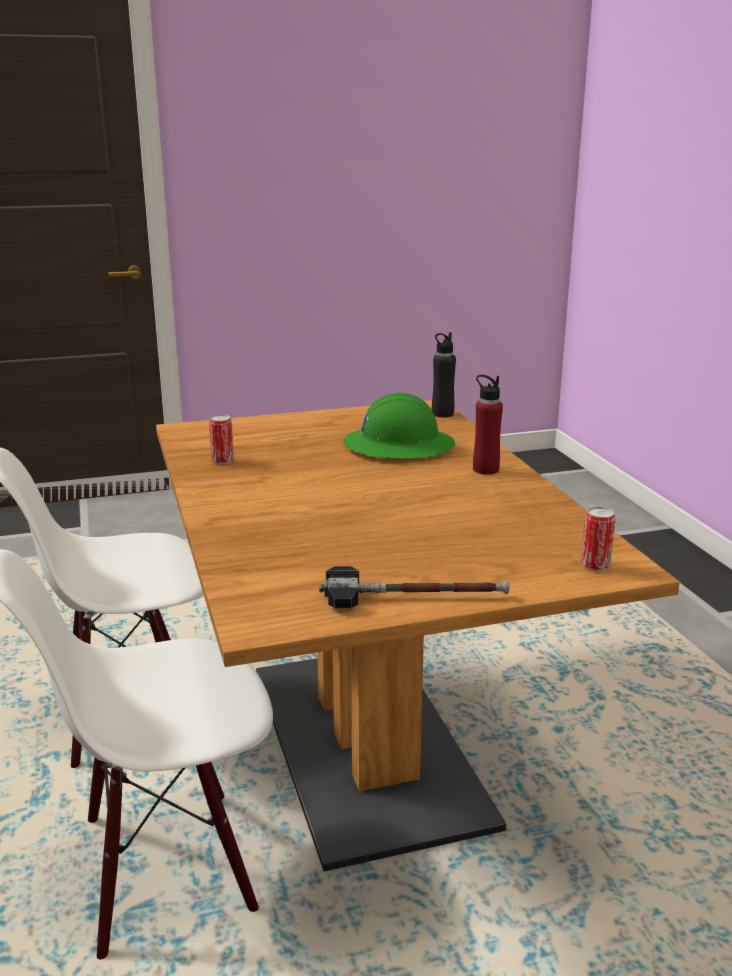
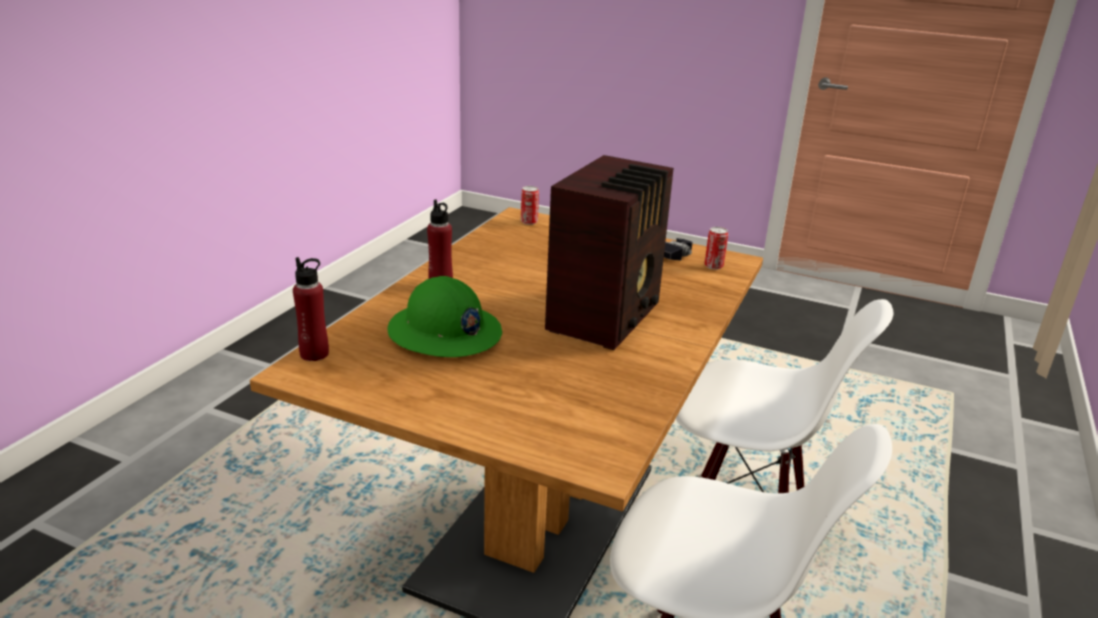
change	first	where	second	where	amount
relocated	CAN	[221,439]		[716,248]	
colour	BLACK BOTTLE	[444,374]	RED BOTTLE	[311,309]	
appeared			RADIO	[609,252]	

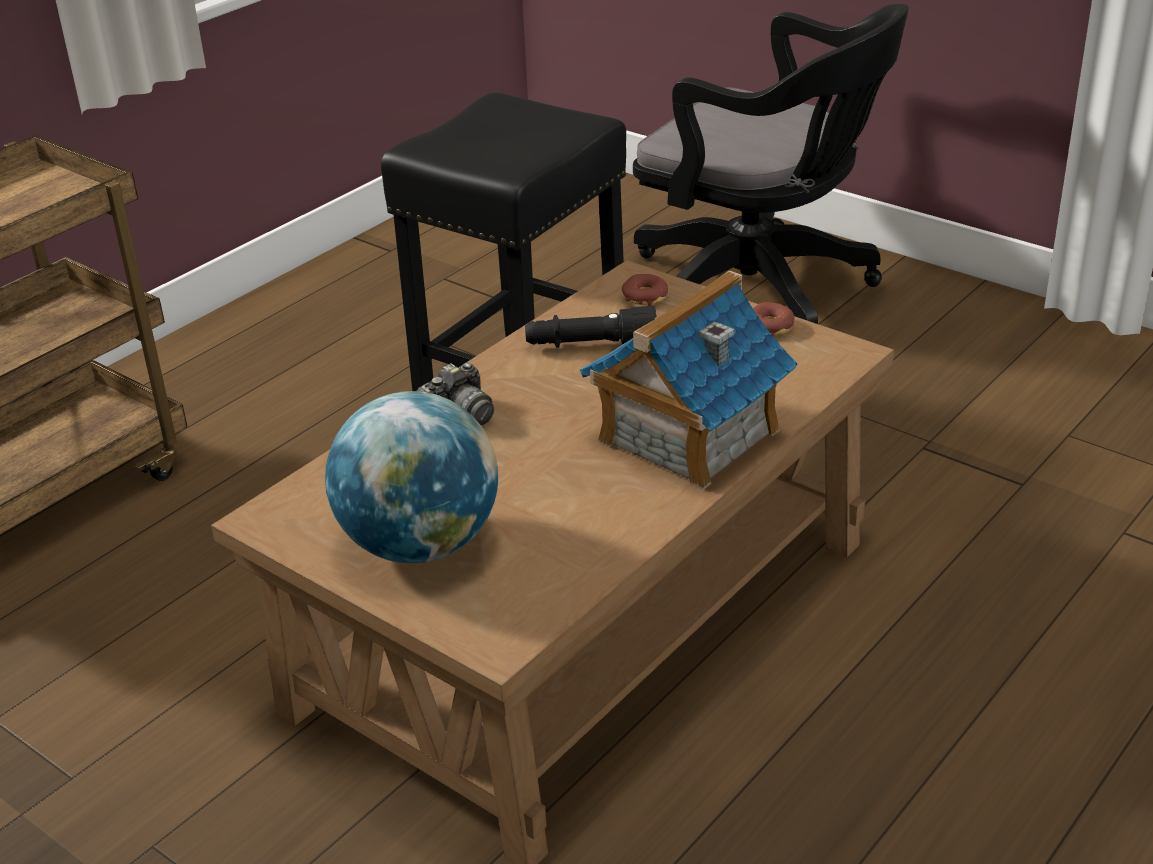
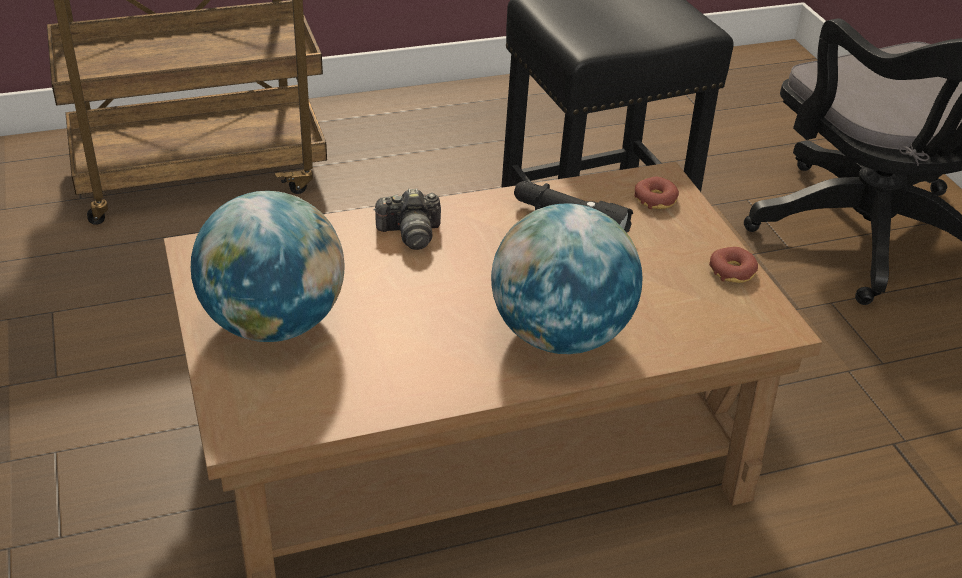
change	first	where	second	where	amount
exchanged	TOY HOUSE	[689,380]	GLOBE	[566,278]	

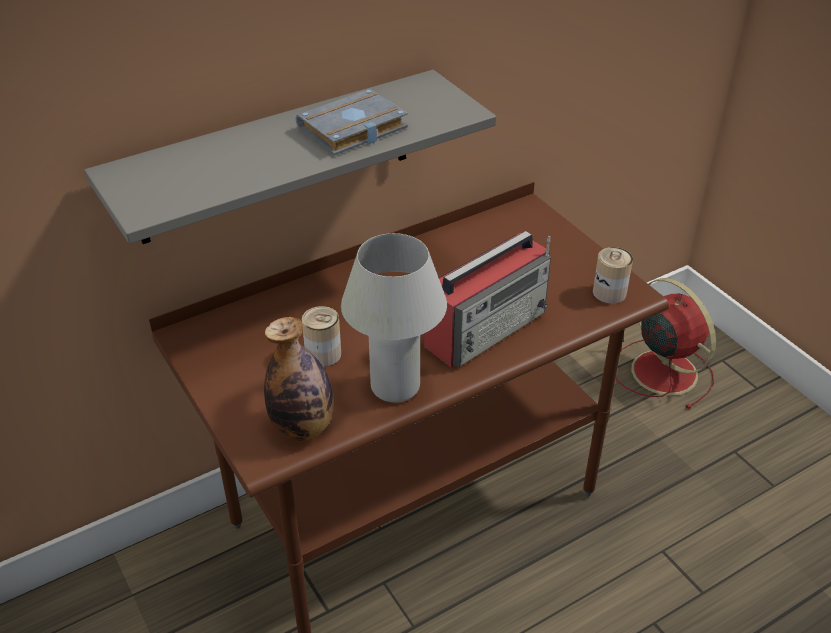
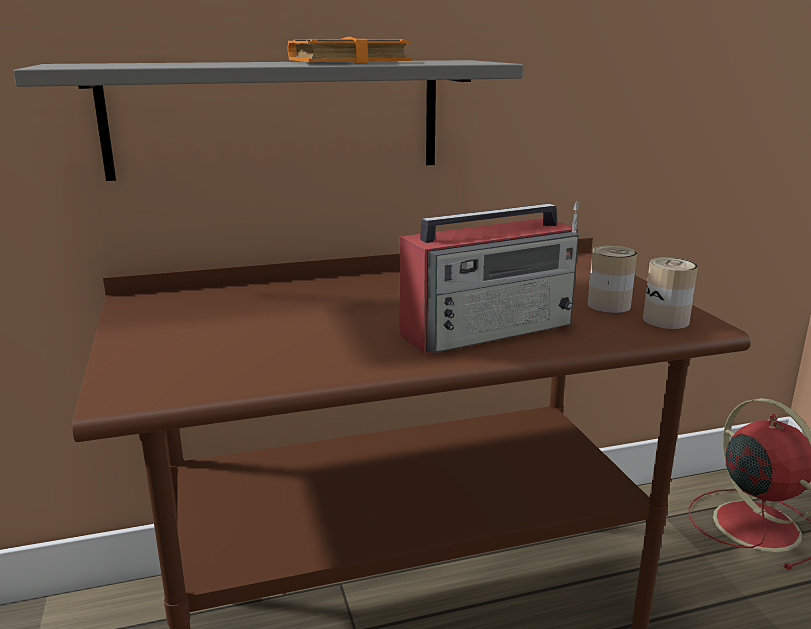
change	first	where	second	where	amount
missing	BOTTLE	[298,379]			
colour	GREY BOOK	[352,122]	ORANGE BOOK	[349,50]	
relocated	CAN	[321,336]		[612,279]	
missing	WHITE TABLE LAMP	[394,318]			

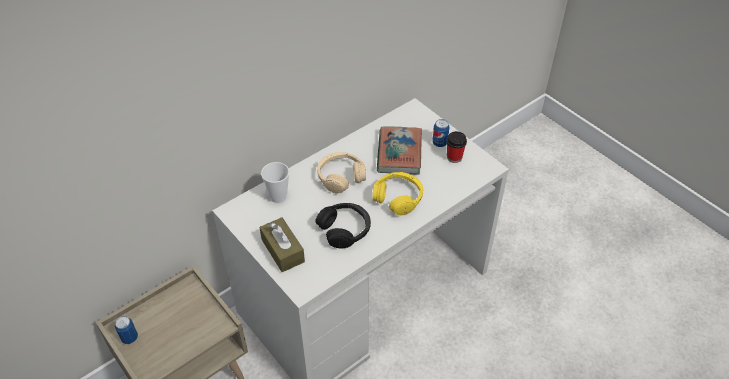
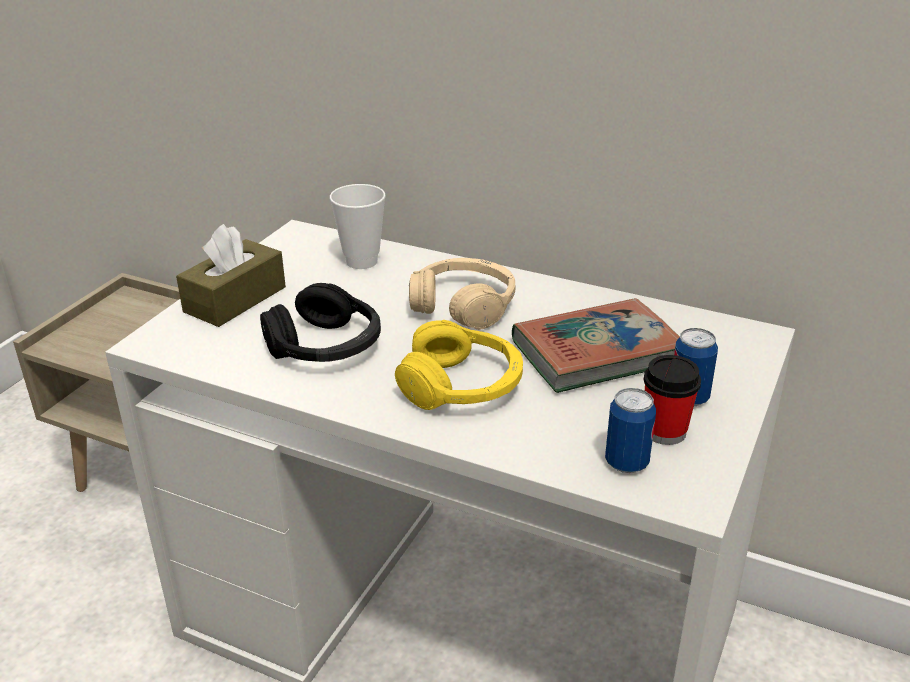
change	first	where	second	where	amount
relocated	CAN	[126,330]		[630,430]	

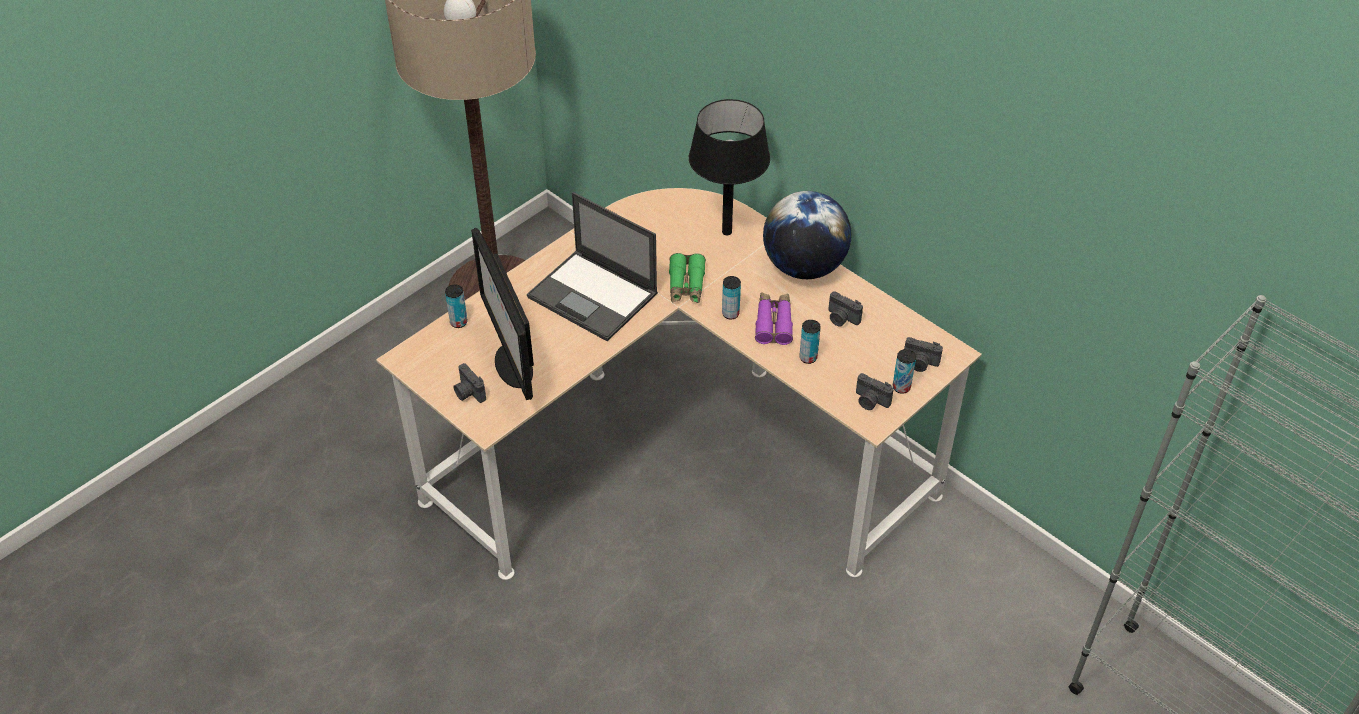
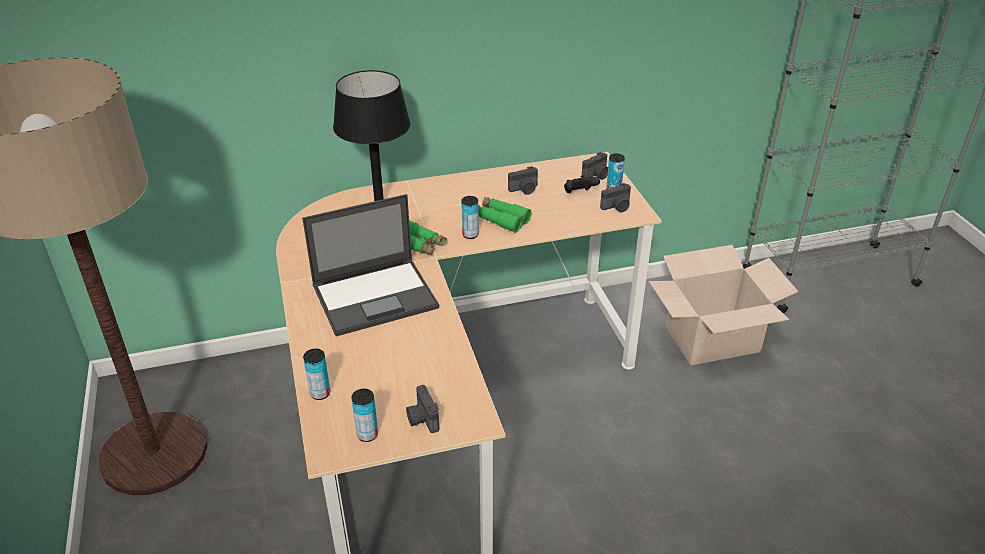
change	first	where	second	where	amount
spun	PHOTO CAMERA	[469,383]		[422,409]	75 degrees clockwise
missing	MONITOR	[502,314]			
colour	PURPLE BINOCULARS	[774,318]	GREEN BINOCULARS	[504,215]	
missing	GLOBE	[807,235]			
relocated	CAN	[810,342]		[364,415]	
appeared			BLACK GAME CONTROLLER	[582,184]	
appeared			CARDBOARD BOX	[724,305]	

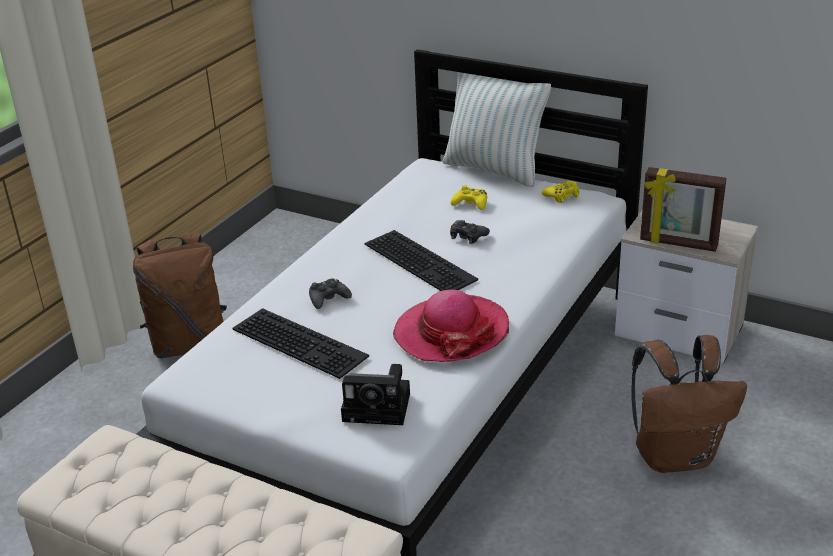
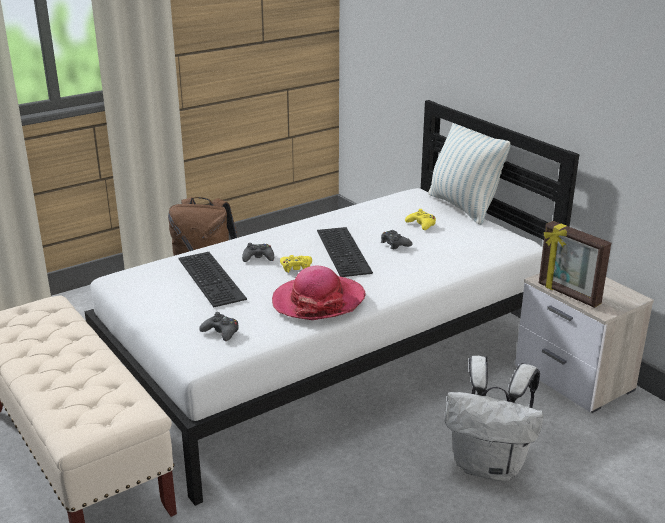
change	first	where	second	where	amount
exchanged	PHOTO CAMERA	[375,394]	BLACK GAME CONTROLLER	[219,326]	
relocated	YELLOW GAME CONTROLLER	[561,192]		[296,264]	
colour	BROWN BACKPACK	[689,404]	WHITE BACKPACK	[494,418]	

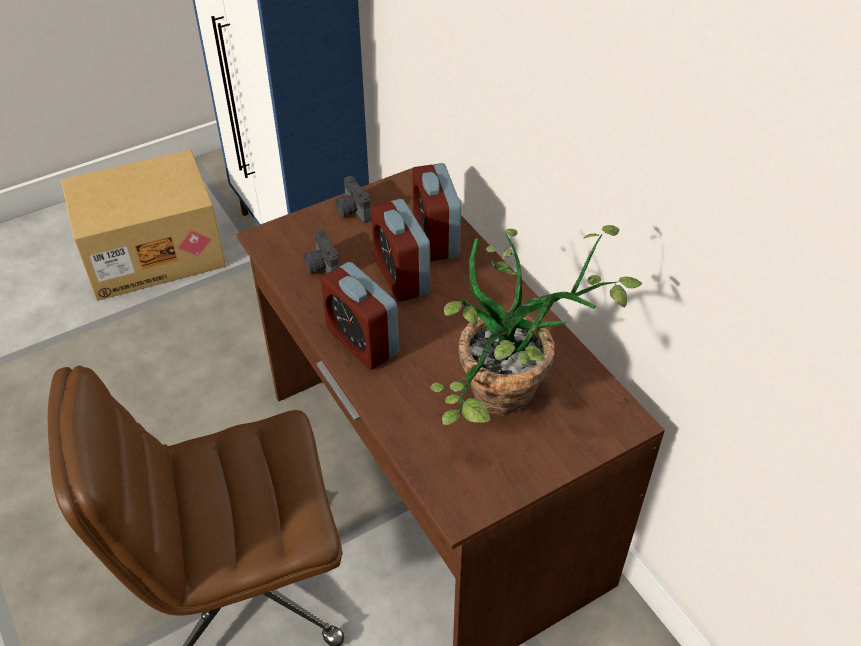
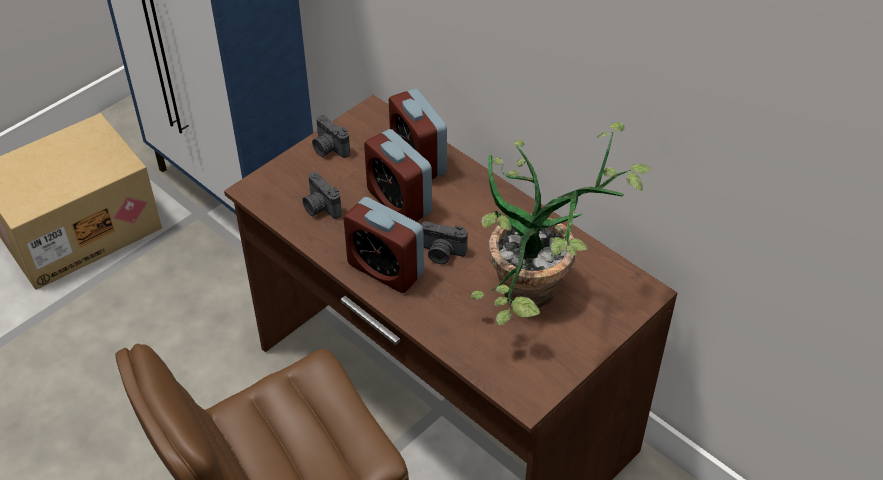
change	first	where	second	where	amount
appeared			PHOTO CAMERA	[445,242]	

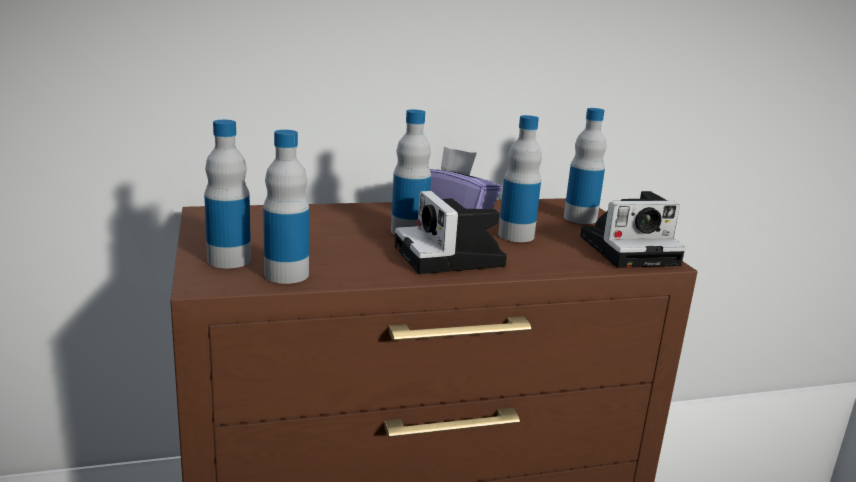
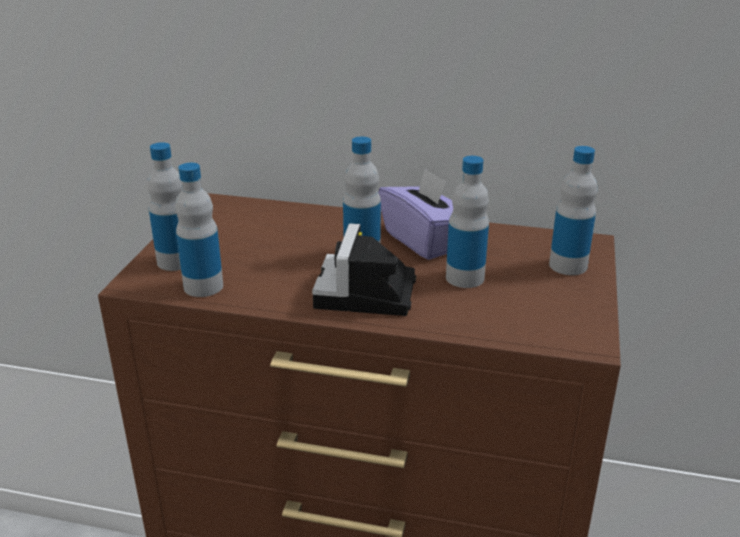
change	first	where	second	where	amount
missing	PHOTO CAMERA	[633,229]			

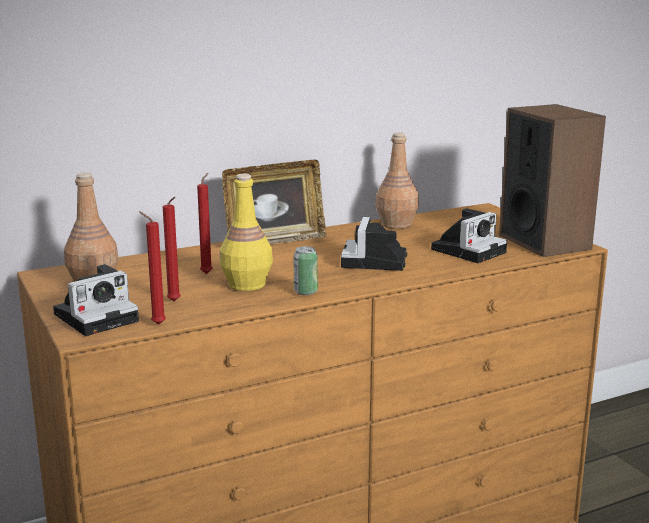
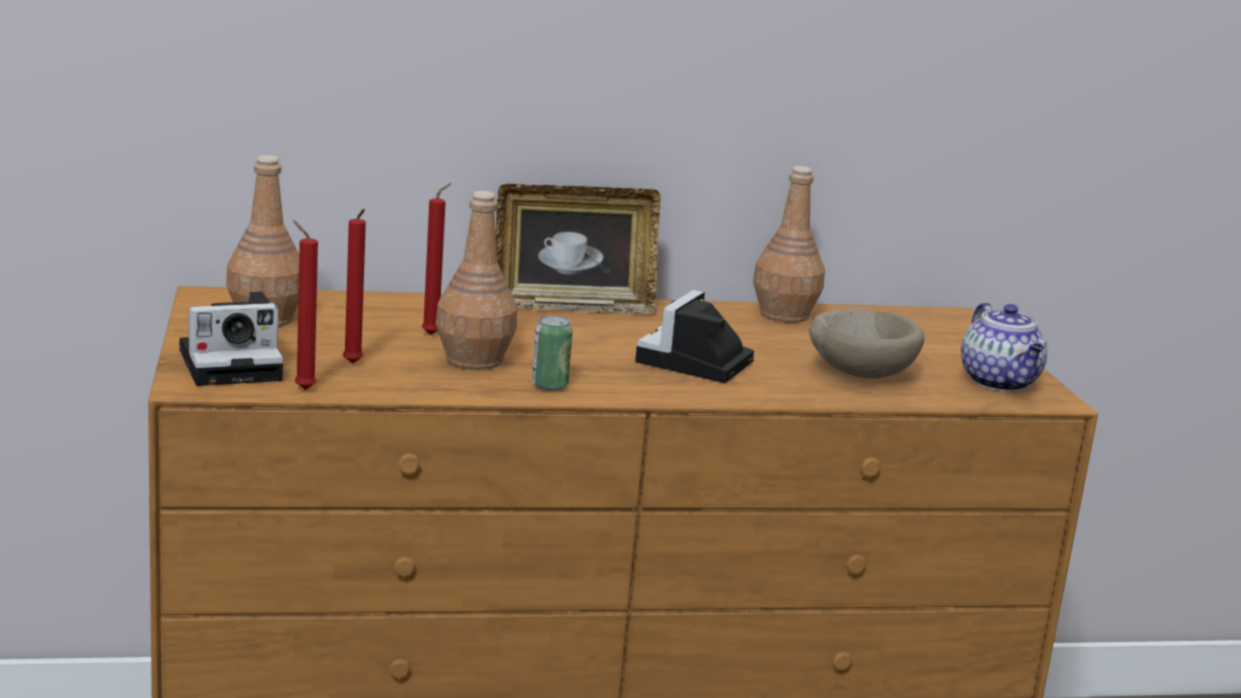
change	first	where	second	where	amount
colour	YELLOW BOTTLE	[246,232]	BROWN BOTTLE	[476,280]	
exchanged	PHOTO CAMERA	[469,235]	BEIGE BOWL	[867,343]	
exchanged	SPEAKER	[552,180]	TEAPOT	[1004,347]	

